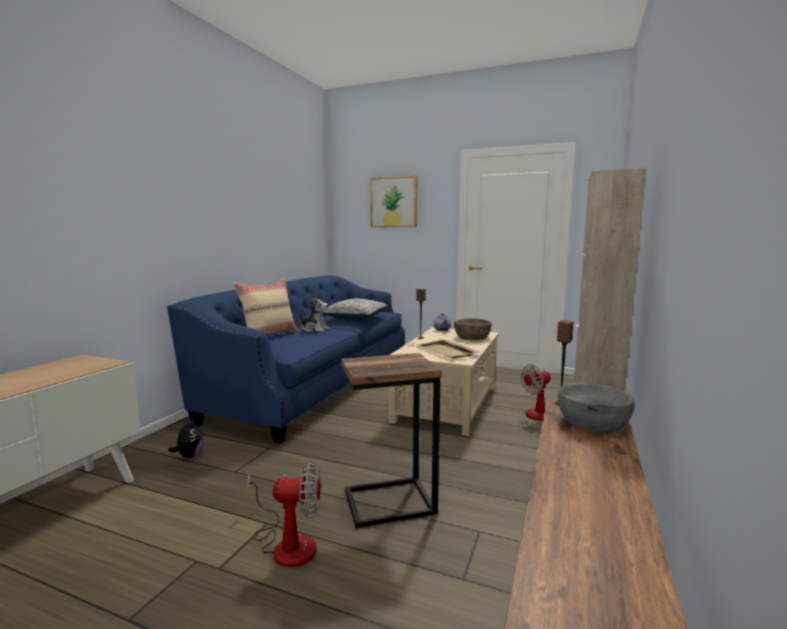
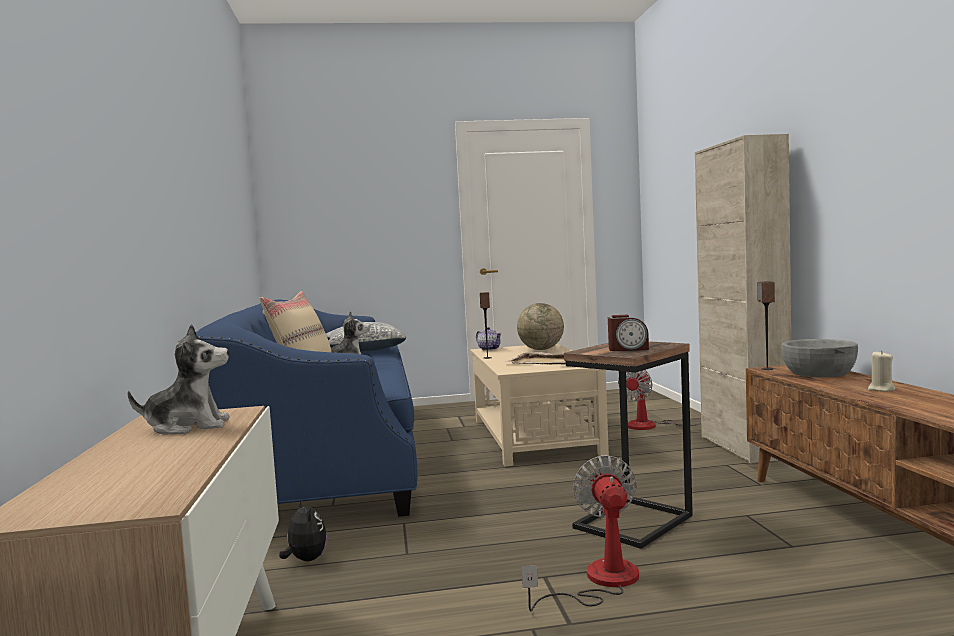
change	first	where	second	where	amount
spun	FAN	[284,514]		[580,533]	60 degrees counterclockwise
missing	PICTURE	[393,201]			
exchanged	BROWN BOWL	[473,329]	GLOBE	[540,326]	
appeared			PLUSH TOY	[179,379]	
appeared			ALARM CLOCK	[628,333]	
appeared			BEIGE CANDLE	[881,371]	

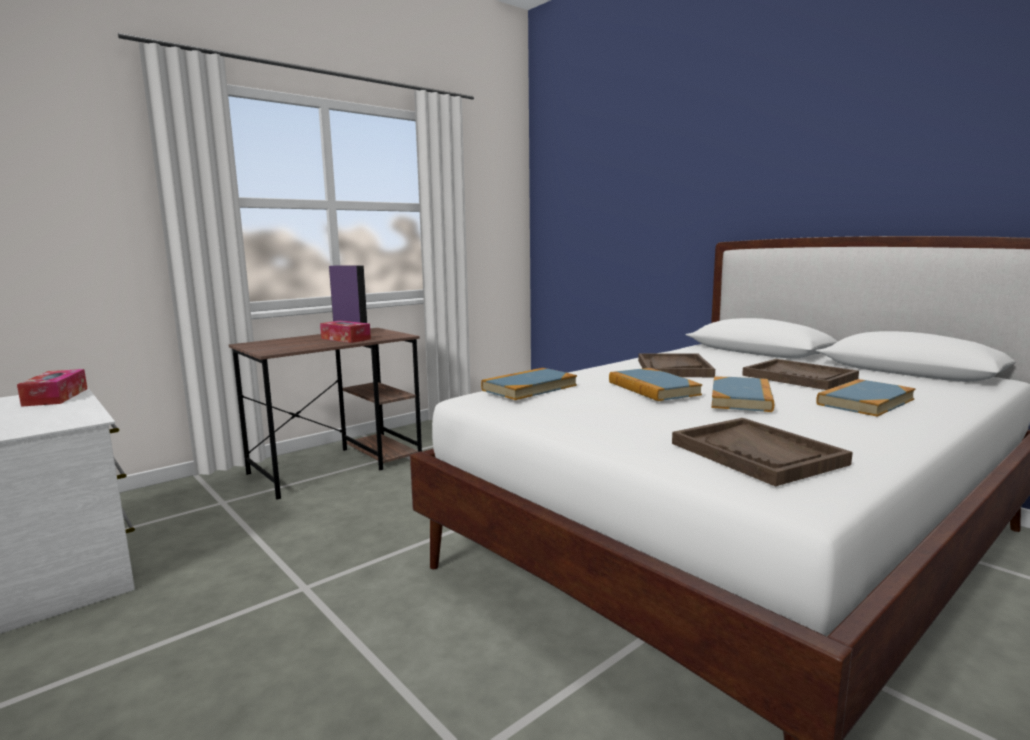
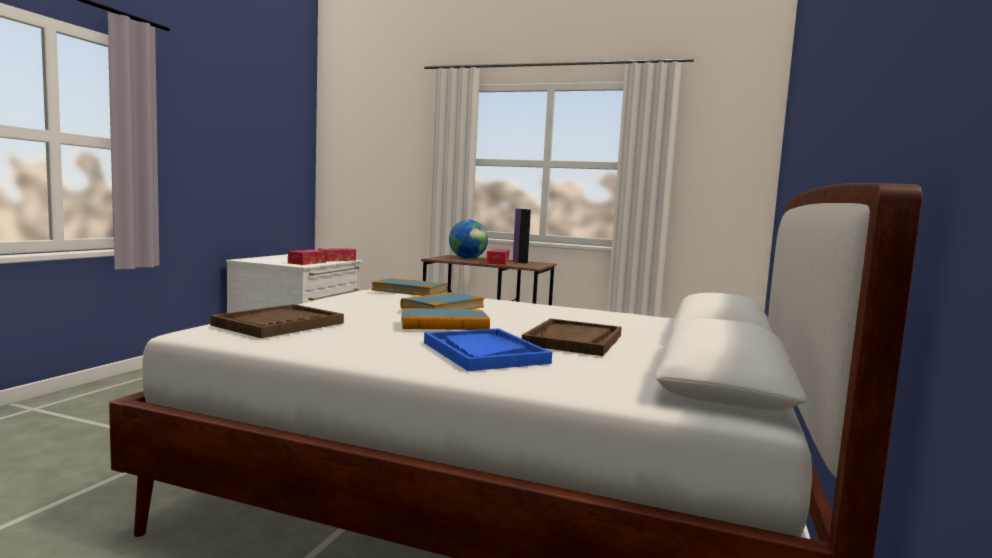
change	first	where	second	where	amount
missing	BROWN TRAY	[676,365]			
exchanged	BOOK	[866,398]	BLUE TRAY	[488,349]	
appeared			TISSUE BOX	[307,257]	
appeared			GLOBE	[468,239]	

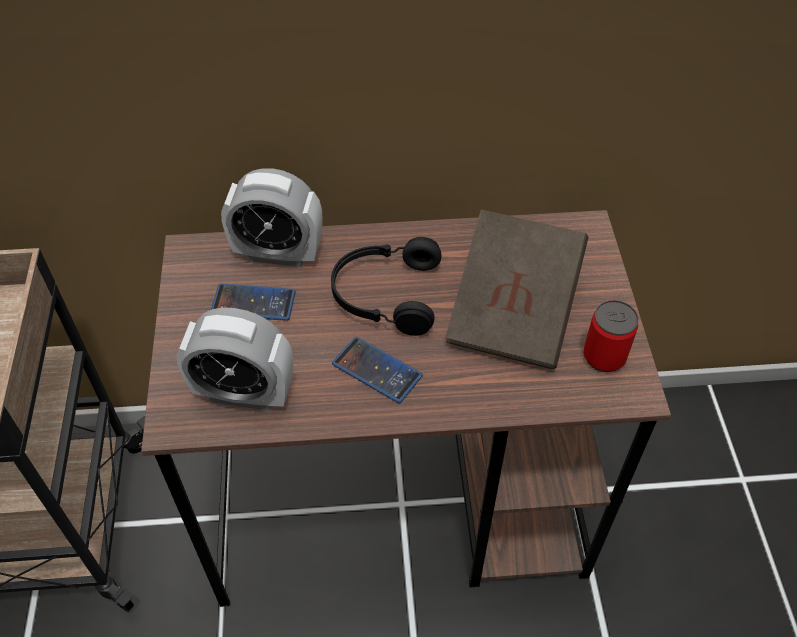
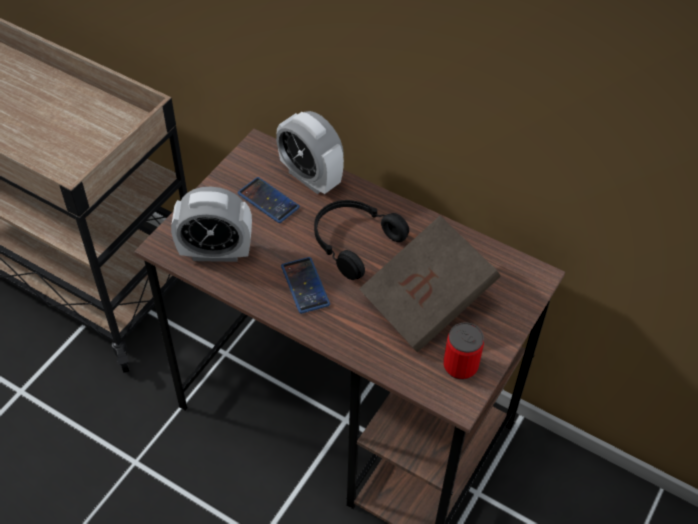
change	first	where	second	where	amount
spun	ALARM CLOCK	[234,359]		[211,224]	45 degrees counterclockwise

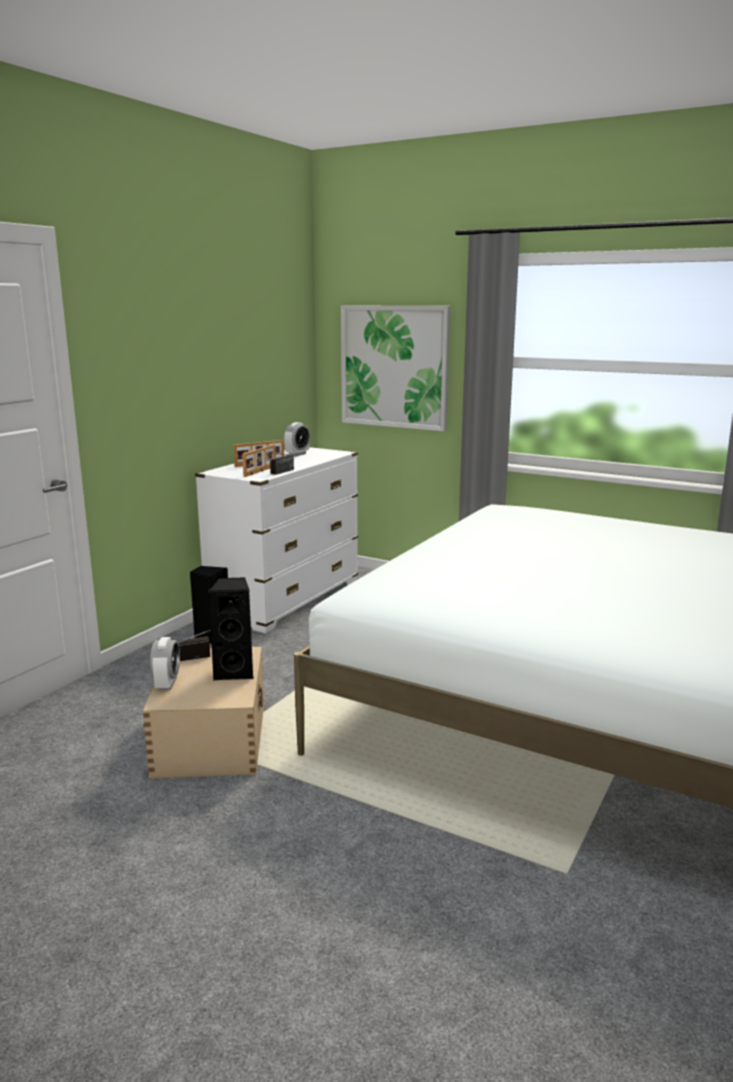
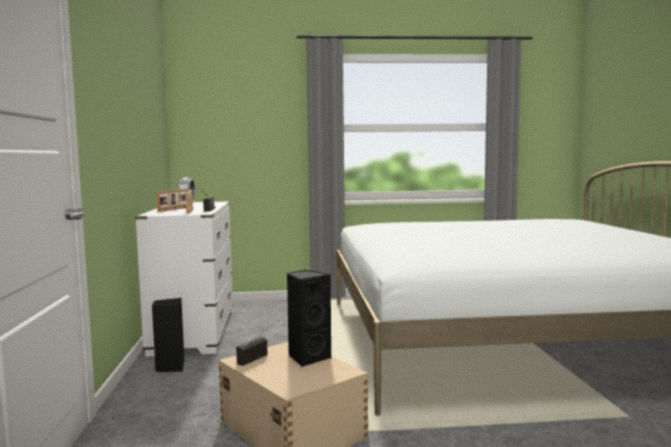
change	first	where	second	where	amount
missing	ALARM CLOCK	[165,663]			
missing	PICTURE	[395,368]			

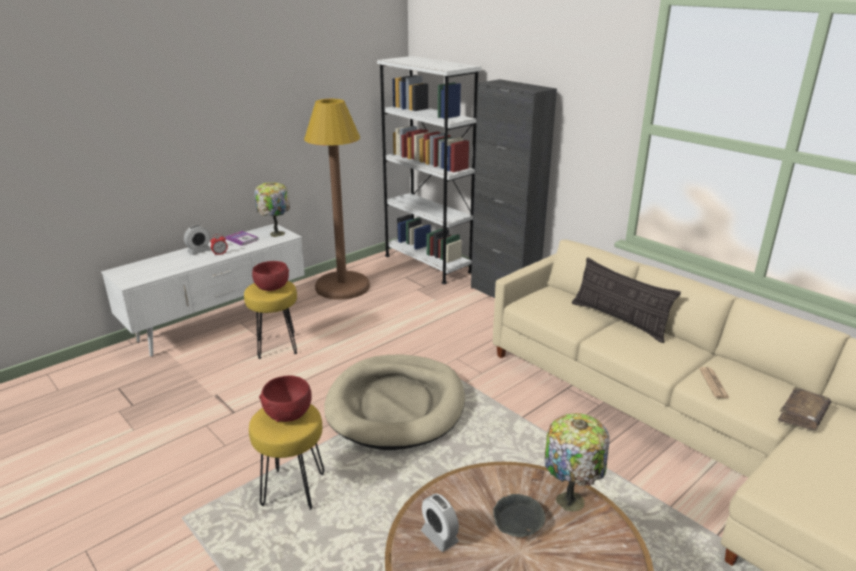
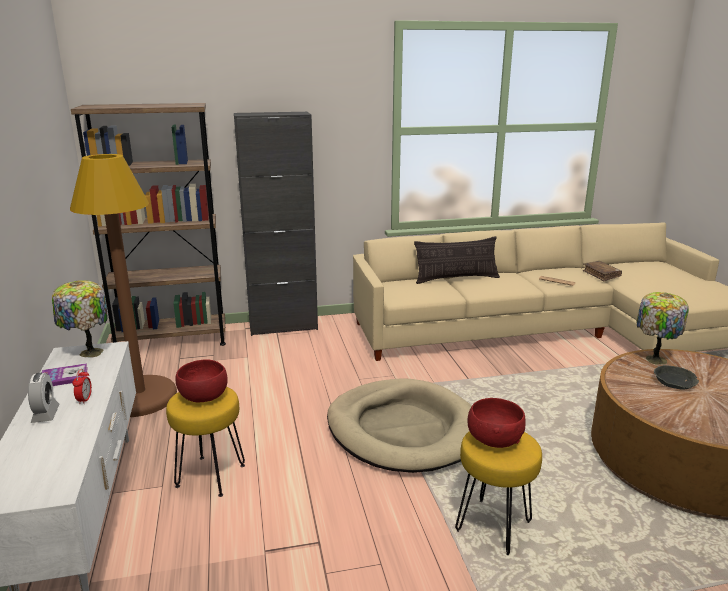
change	first	where	second	where	amount
colour	WHITE BOOKCASE	[429,170]	BROWN BOOKCASE	[148,224]	
missing	ALARM CLOCK	[440,522]			

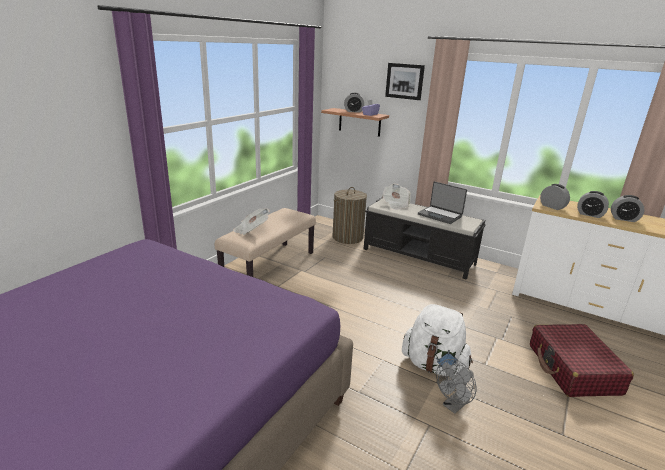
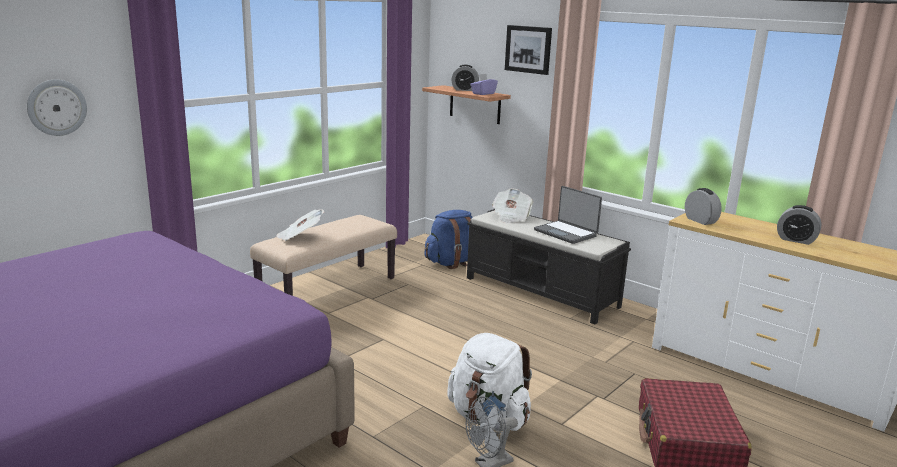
change	first	where	second	where	amount
exchanged	LAUNDRY BASKET	[350,215]	BLUE BACKPACK	[448,239]	
missing	ALARM CLOCK	[593,204]			
appeared			WALL CLOCK	[57,108]	

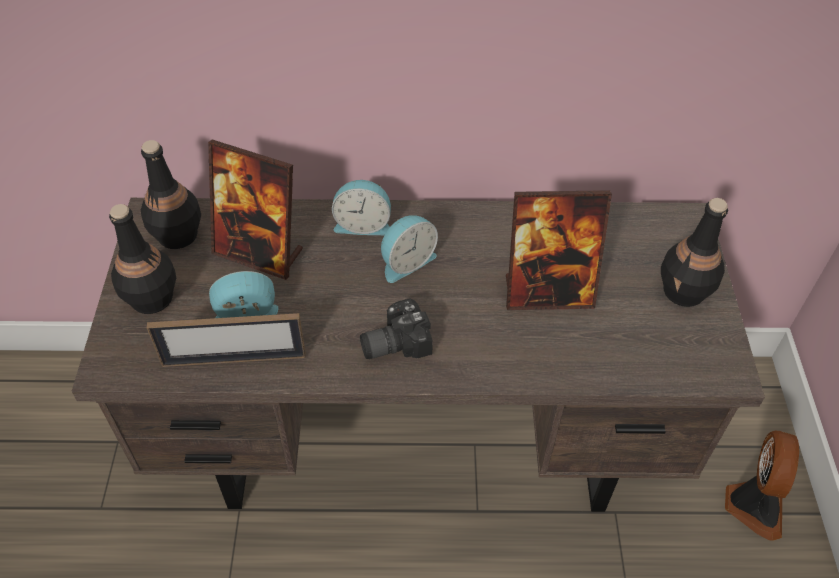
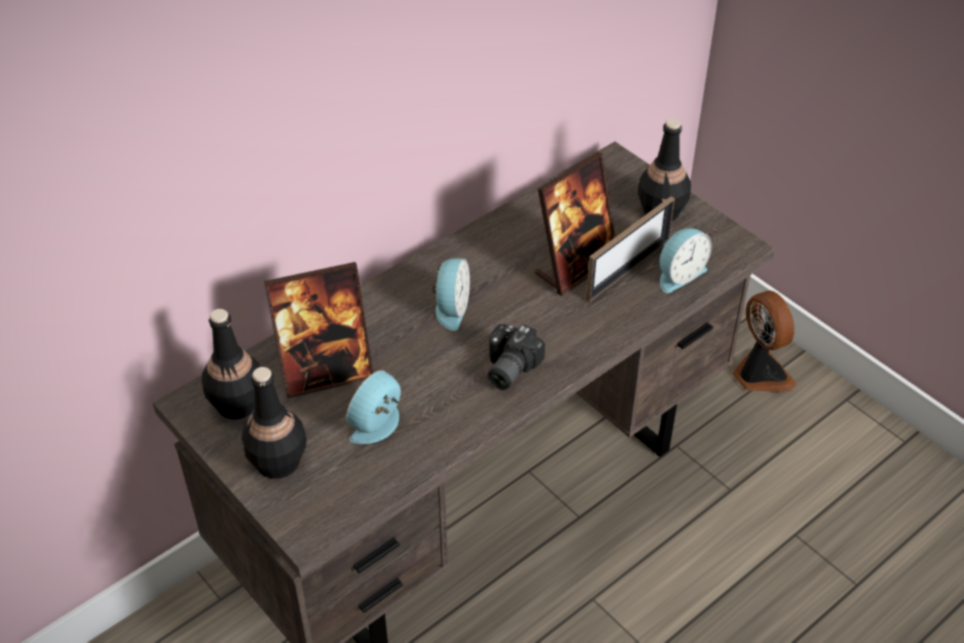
change	first	where	second	where	amount
relocated	PICTURE FRAME	[226,340]		[630,249]	
relocated	ALARM CLOCK	[361,207]		[686,260]	

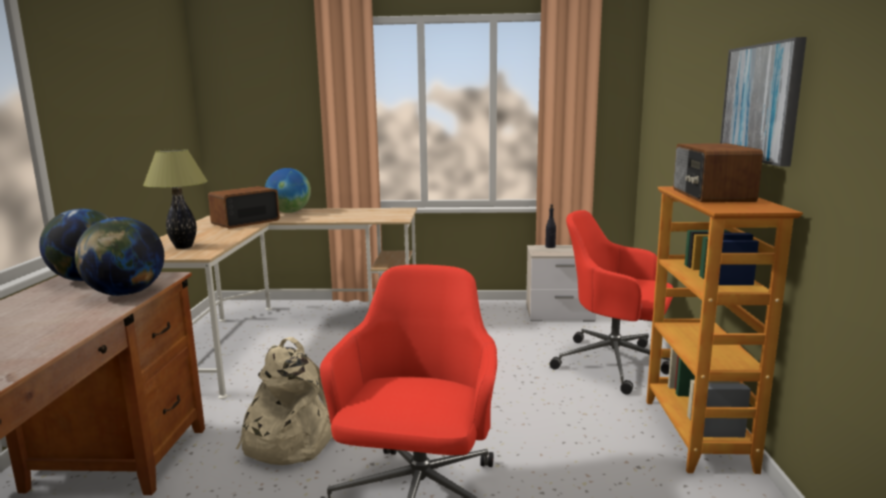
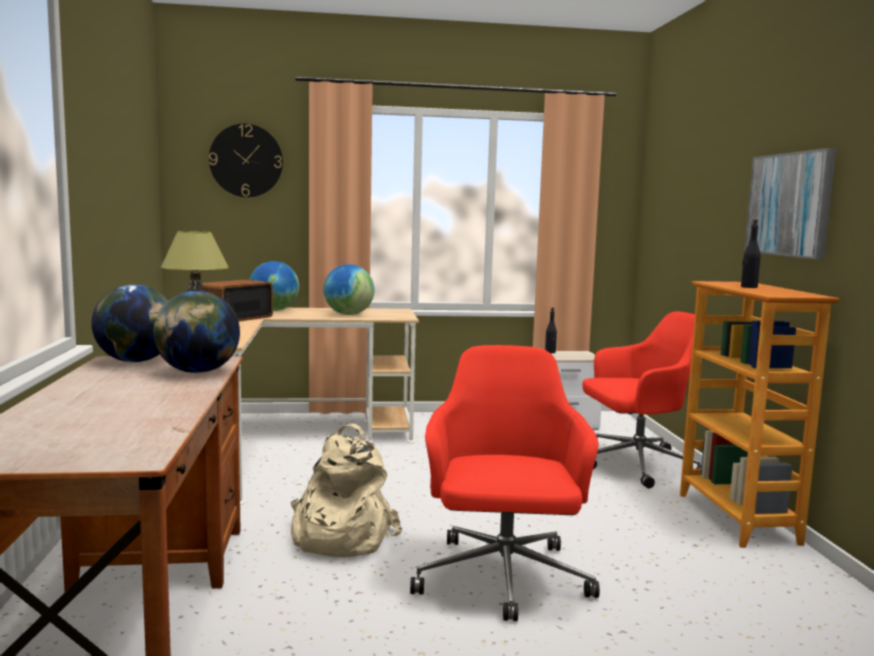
change	first	where	second	where	amount
spun	RED OFFICE CHAIR	[611,302]		[642,400]	150 degrees clockwise
exchanged	RADIO	[718,172]	BLACK BOTTLE	[751,253]	
appeared			WALL CLOCK	[246,160]	
appeared			GLOBE	[349,289]	

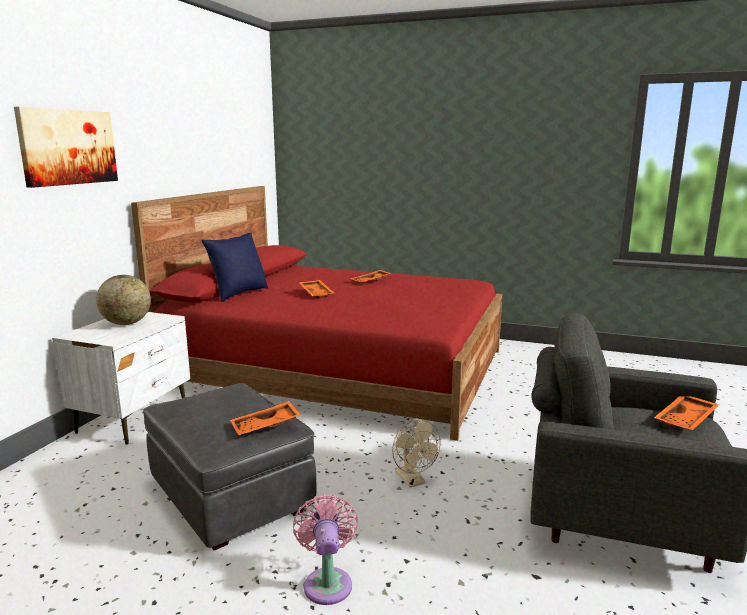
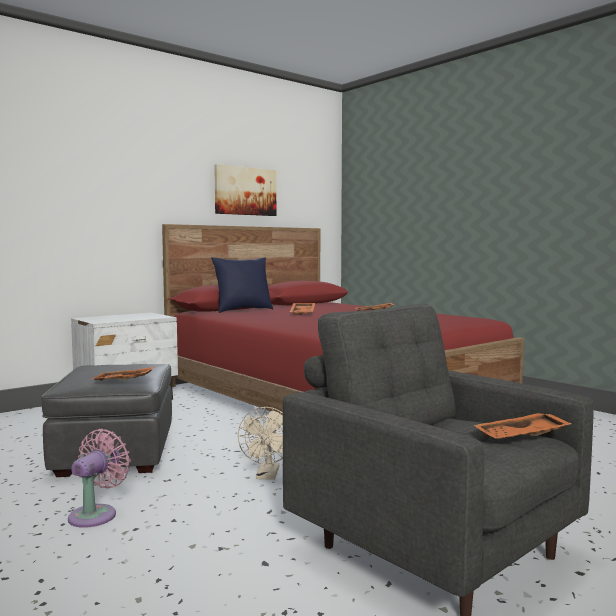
change	first	where	second	where	amount
relocated	PICTURE	[66,147]		[245,190]	
missing	GLOBE	[123,300]			

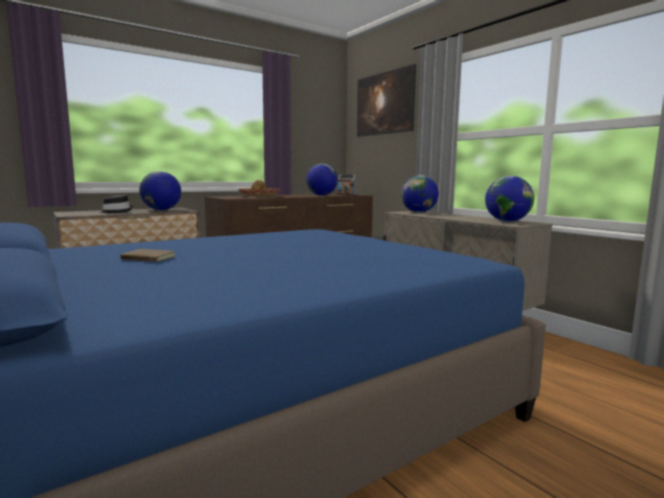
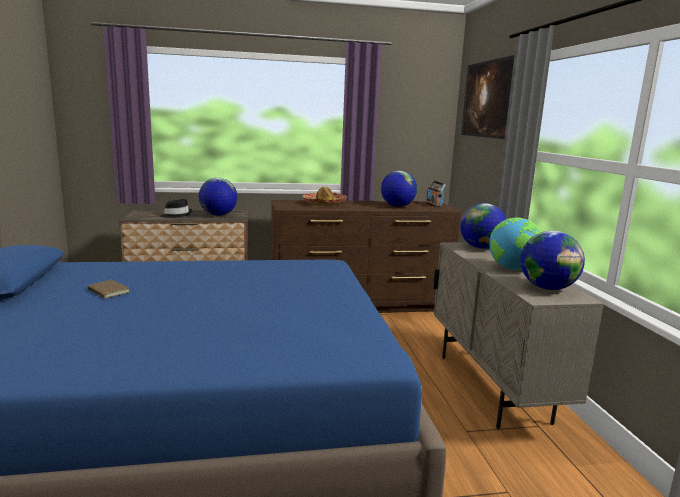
change	first	where	second	where	amount
appeared			GLOBE	[515,244]	

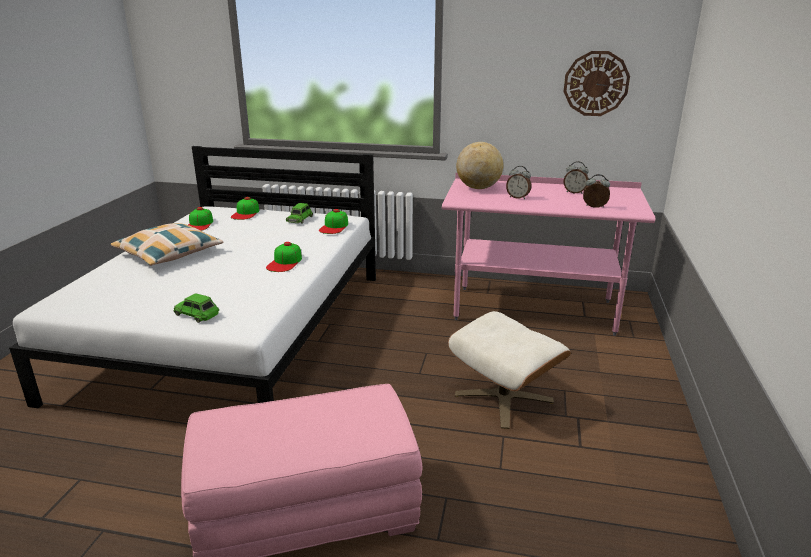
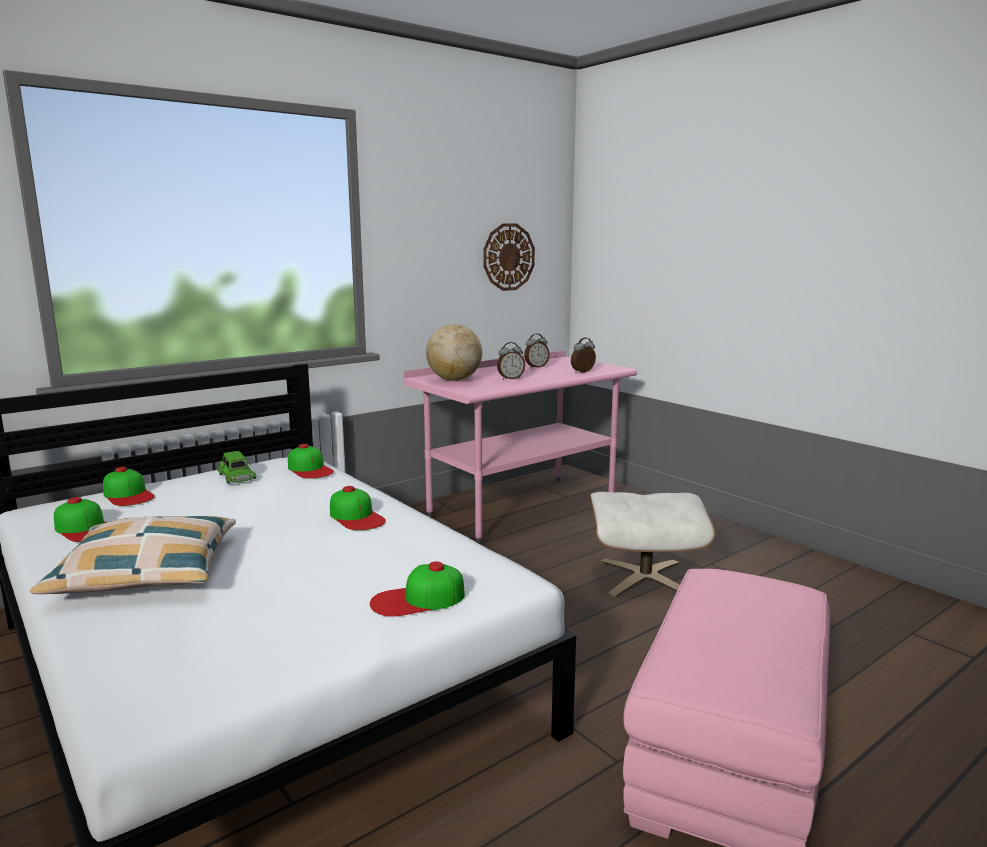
change	first	where	second	where	amount
exchanged	GREEN TOY CAR	[196,308]	CAP	[417,589]	

